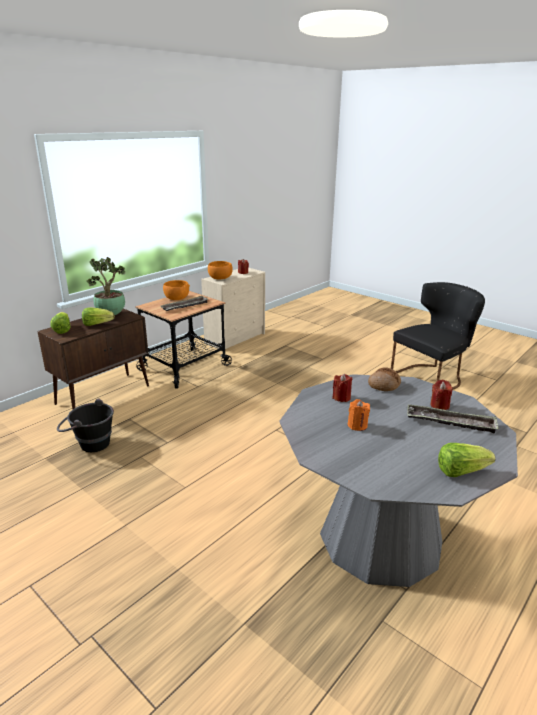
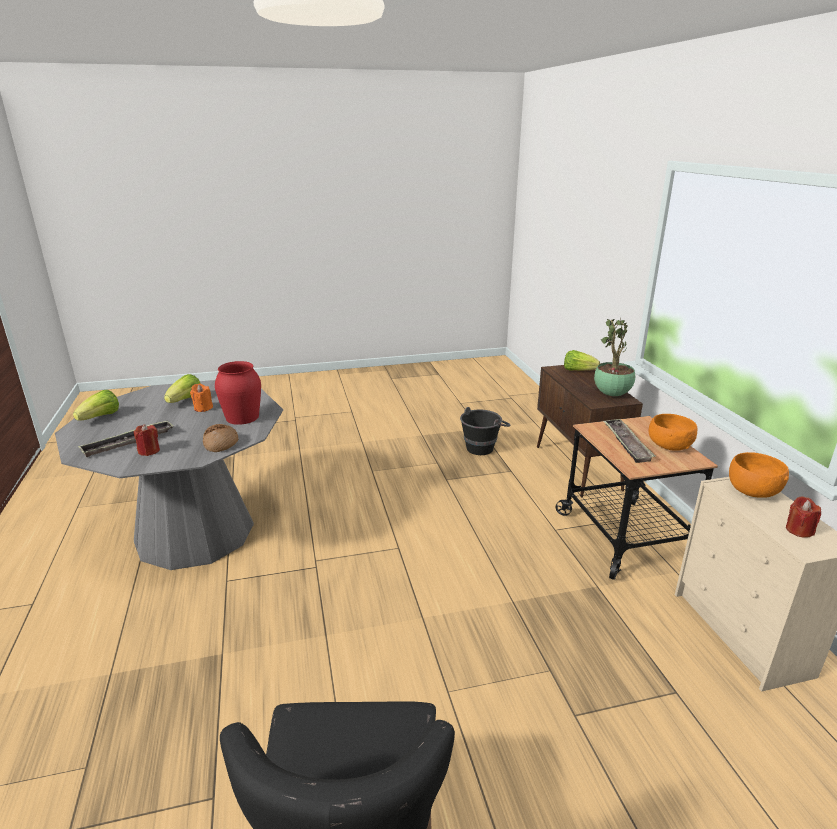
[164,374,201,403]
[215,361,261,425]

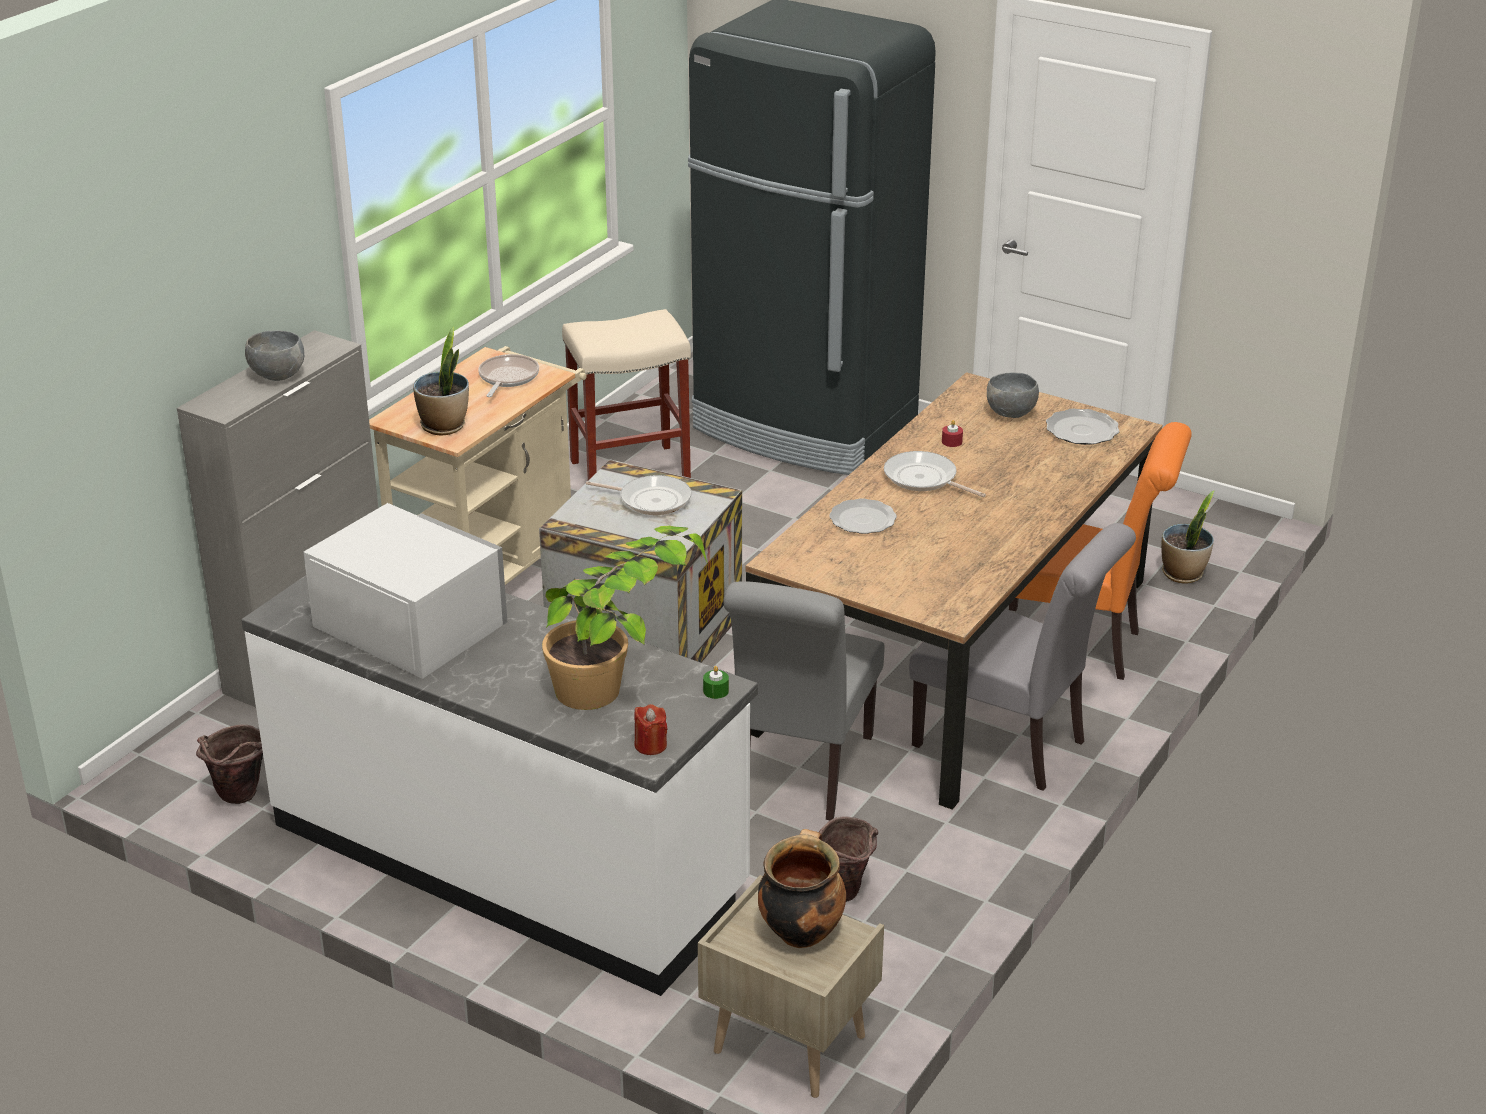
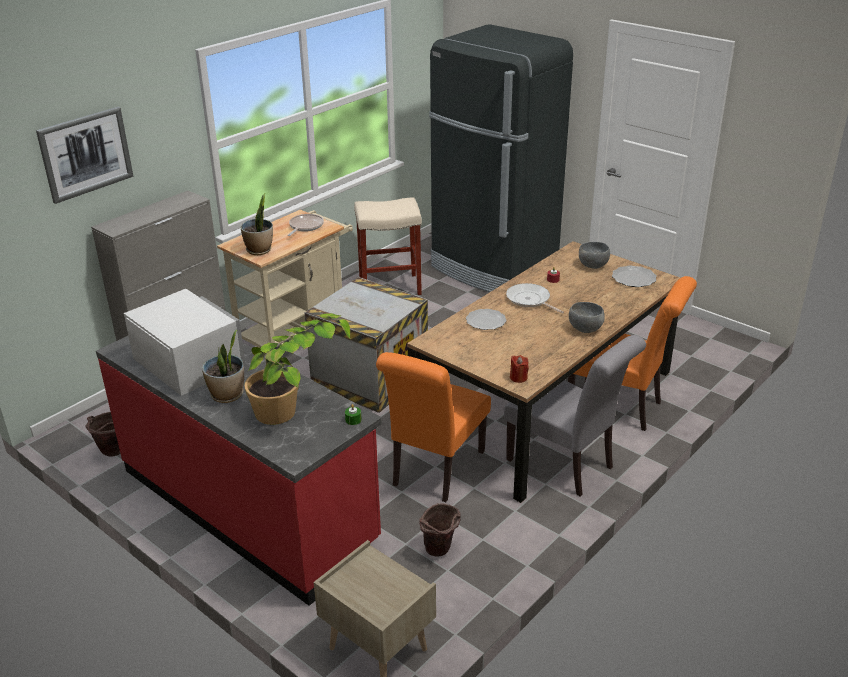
[569,302,605,333]
[586,475,692,515] (first image)
[202,330,244,403]
[96,336,382,606]
[376,352,491,502]
[510,355,529,383]
[758,829,846,948] (first image)
[36,107,134,204]

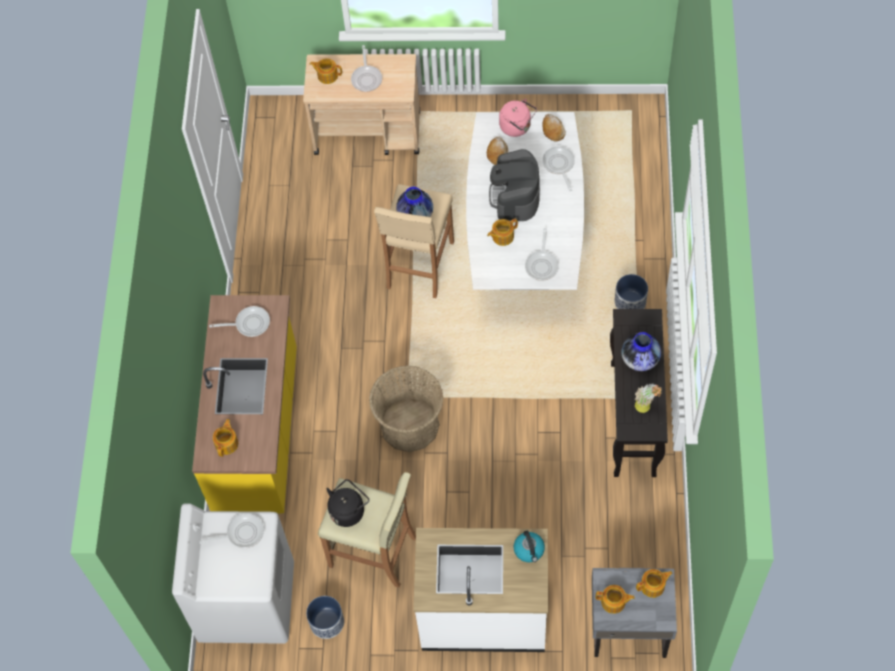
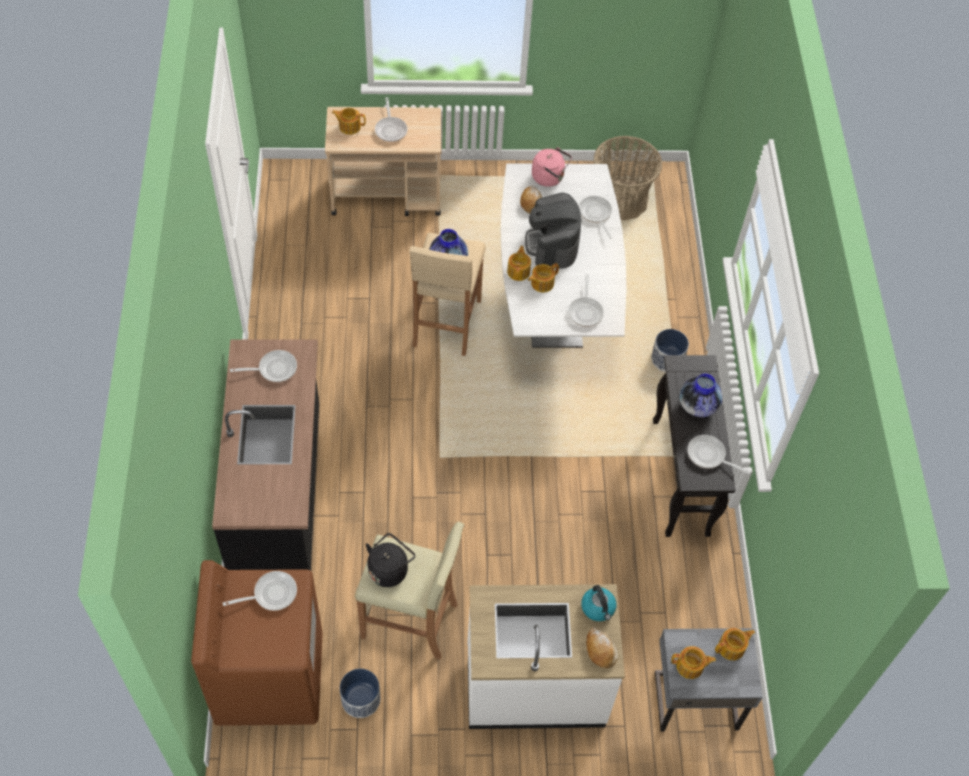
[586,627,618,669]
[212,340,319,571]
[593,136,662,221]
[688,435,750,474]
[507,246,531,281]
[191,560,323,726]

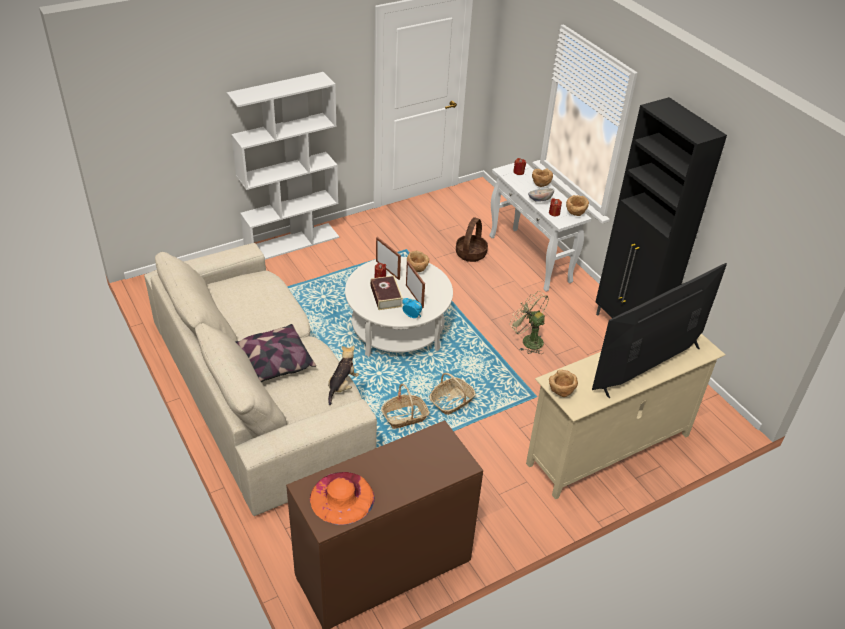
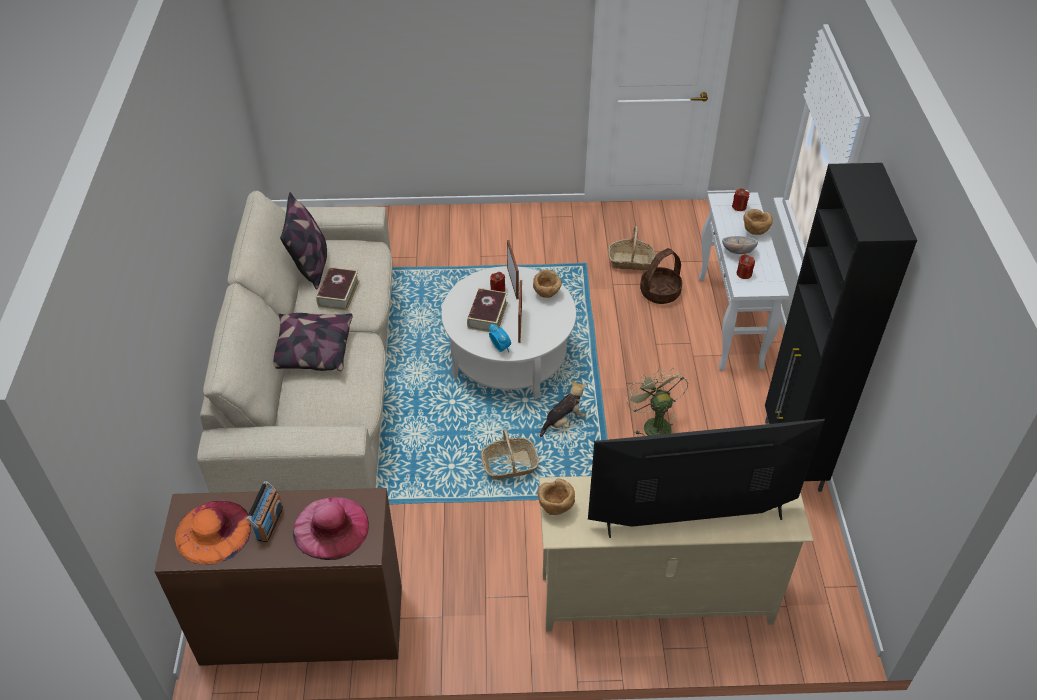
[227,72,339,260] (first image)
[566,195,589,216] (first image)
[540,380,586,437]
[608,226,655,270]
[280,192,327,290]
[316,267,360,311]
[246,481,283,542]
[293,497,369,560]

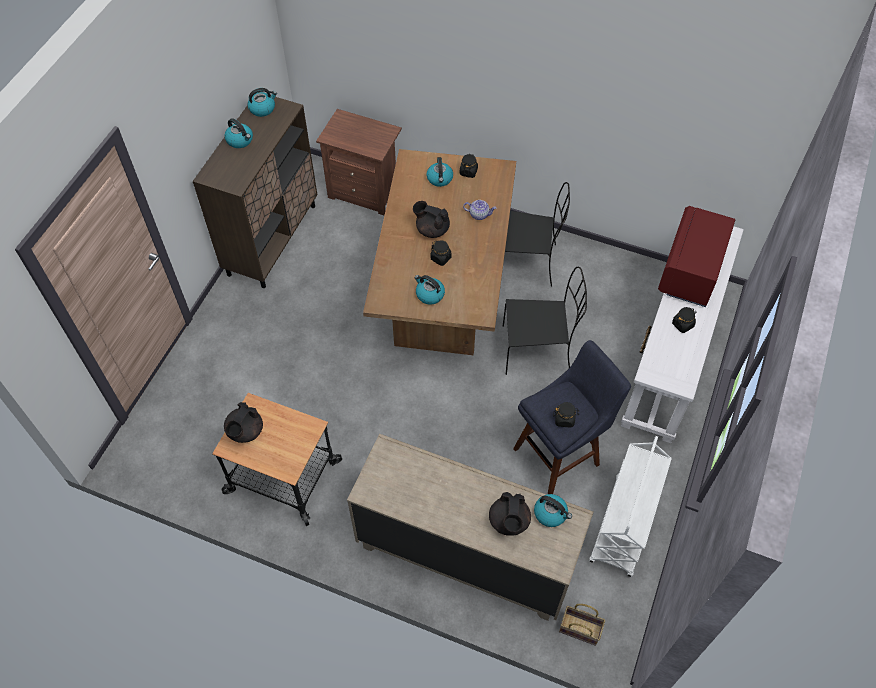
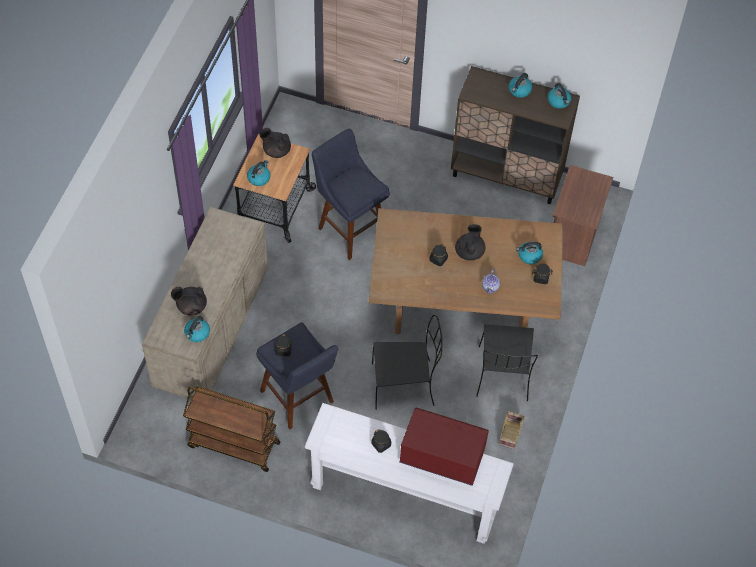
[372,315,442,410]
[247,160,270,186]
[183,386,280,472]
[499,411,524,449]
[312,129,390,260]

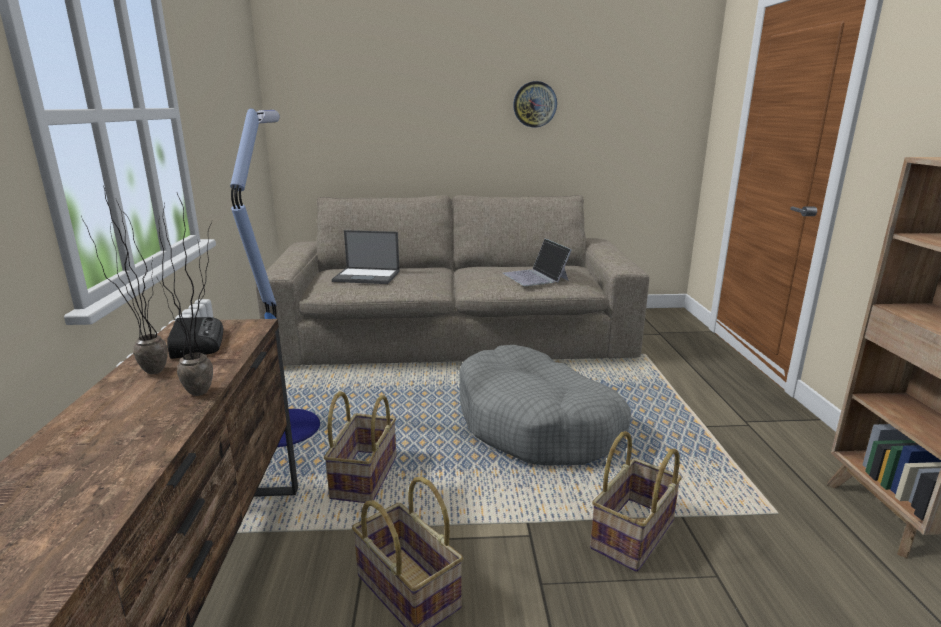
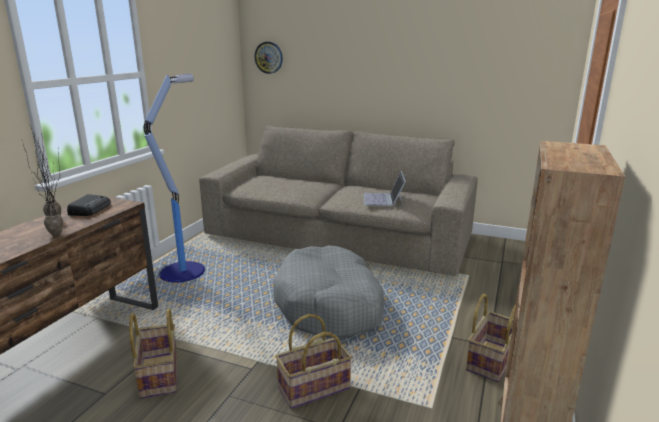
[255,42,283,74]
[332,230,400,284] (first image)
[466,294,516,382]

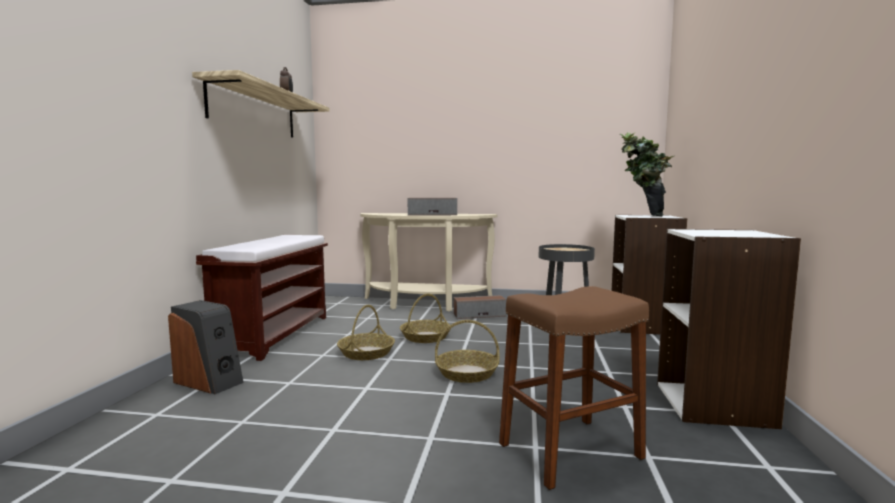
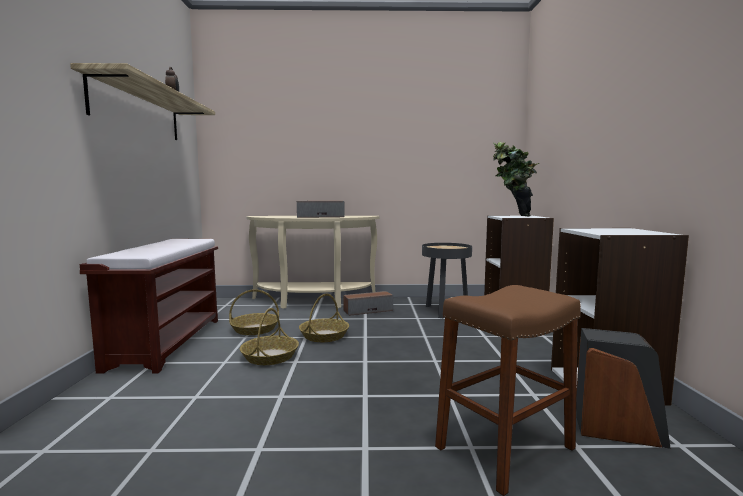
[576,328,671,449]
[229,289,279,335]

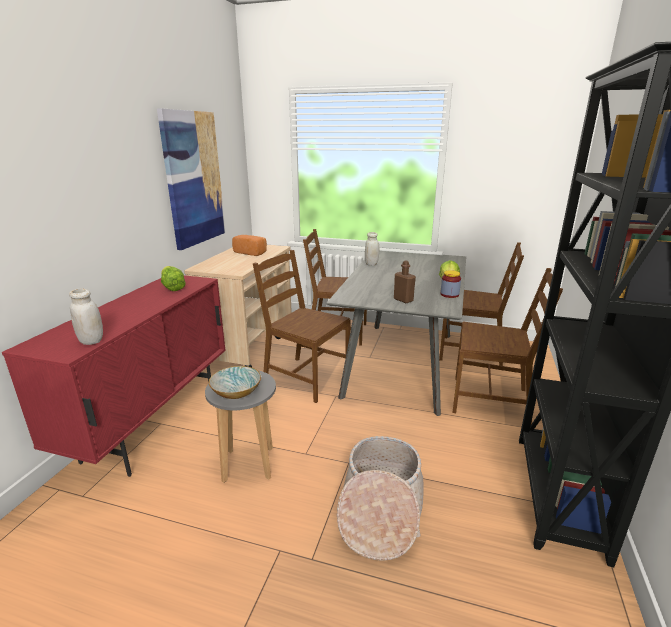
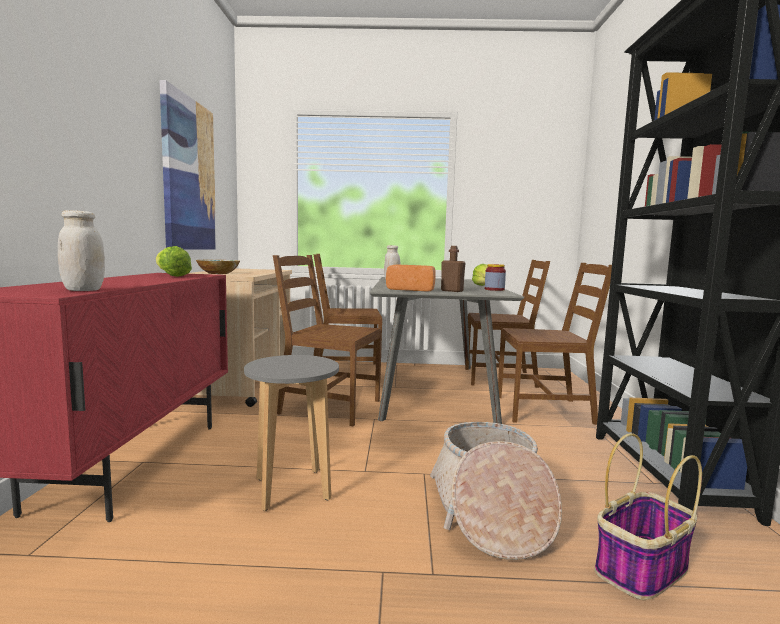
[386,264,436,292]
[196,260,240,274]
[595,433,702,600]

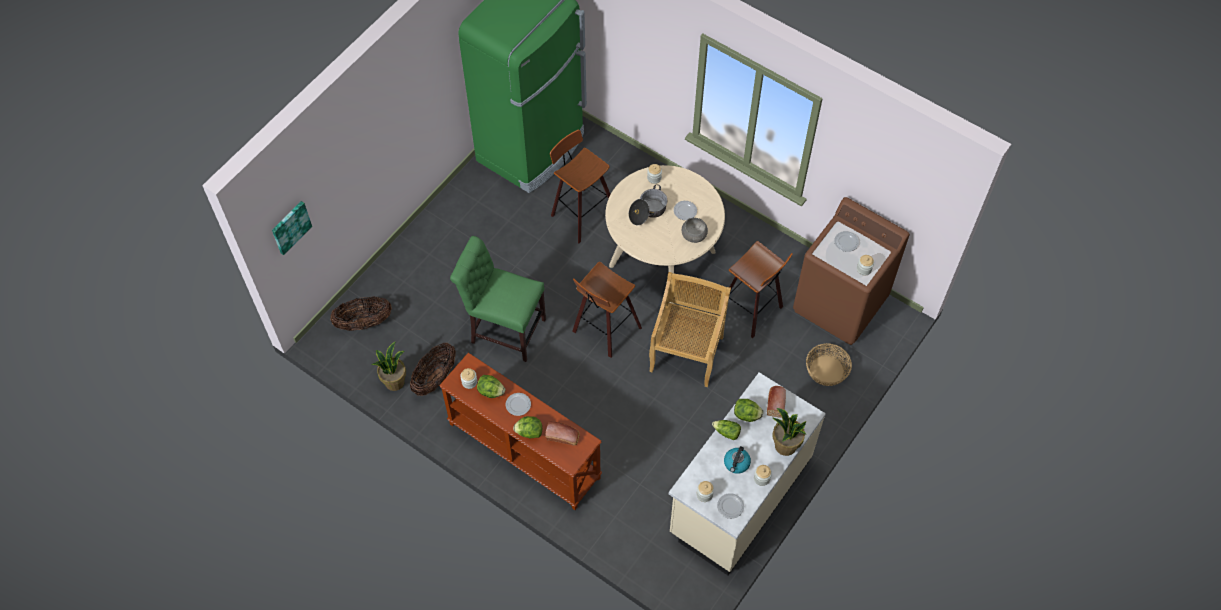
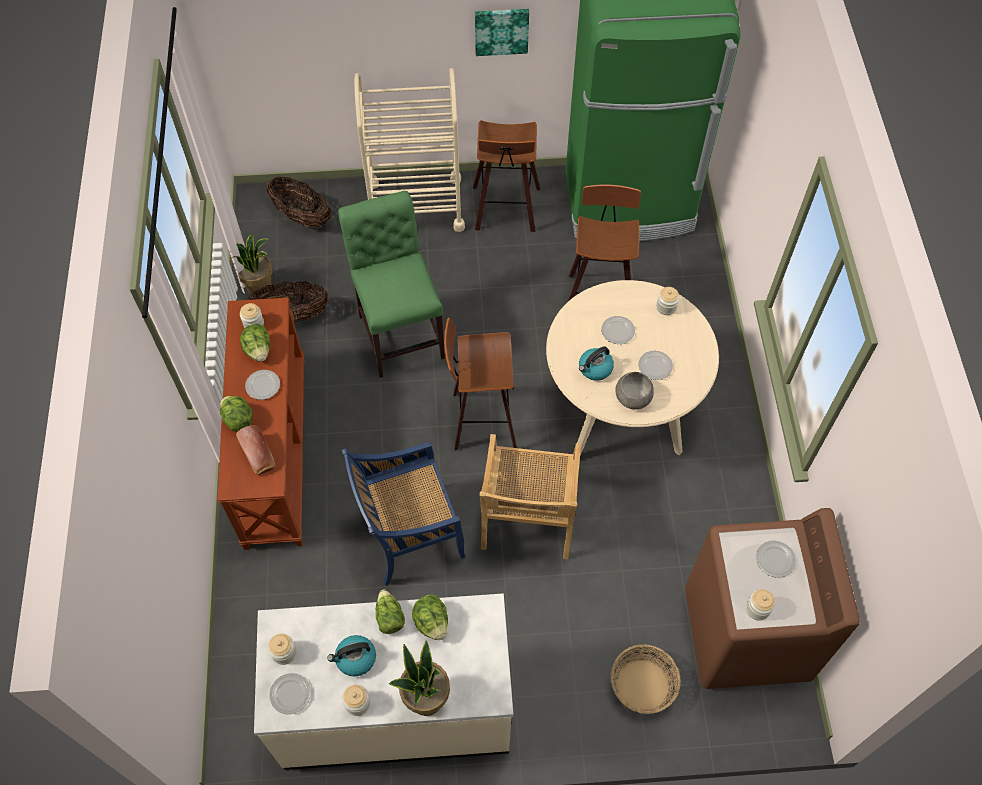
[601,316,635,344]
[475,9,529,56]
[473,120,540,232]
[479,434,581,559]
[767,386,786,418] (first image)
[354,68,465,232]
[579,346,614,381]
[342,442,466,586]

